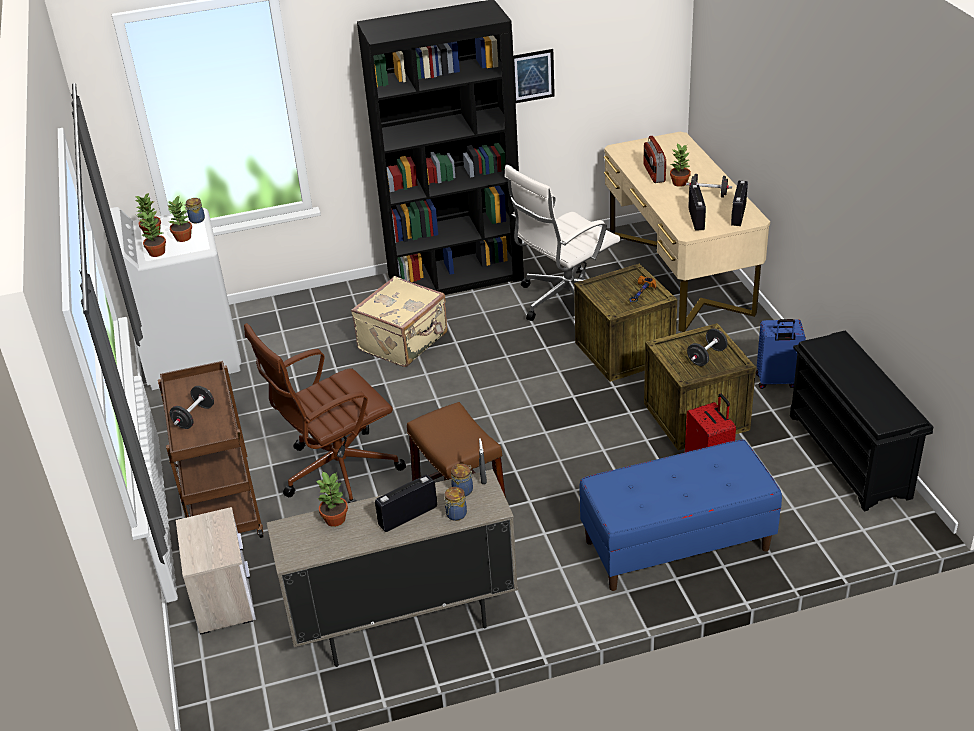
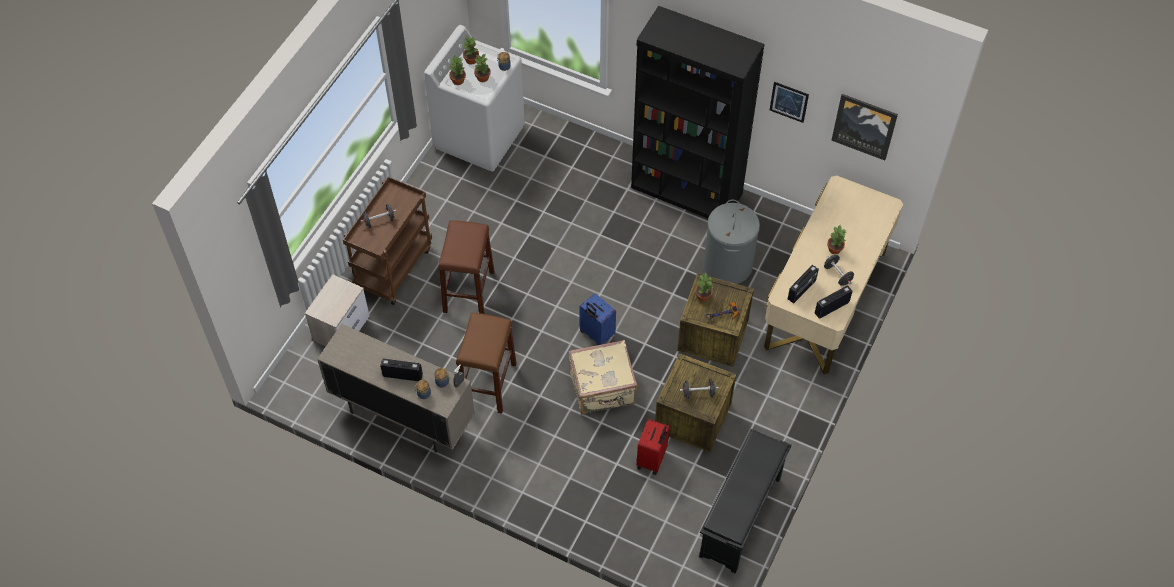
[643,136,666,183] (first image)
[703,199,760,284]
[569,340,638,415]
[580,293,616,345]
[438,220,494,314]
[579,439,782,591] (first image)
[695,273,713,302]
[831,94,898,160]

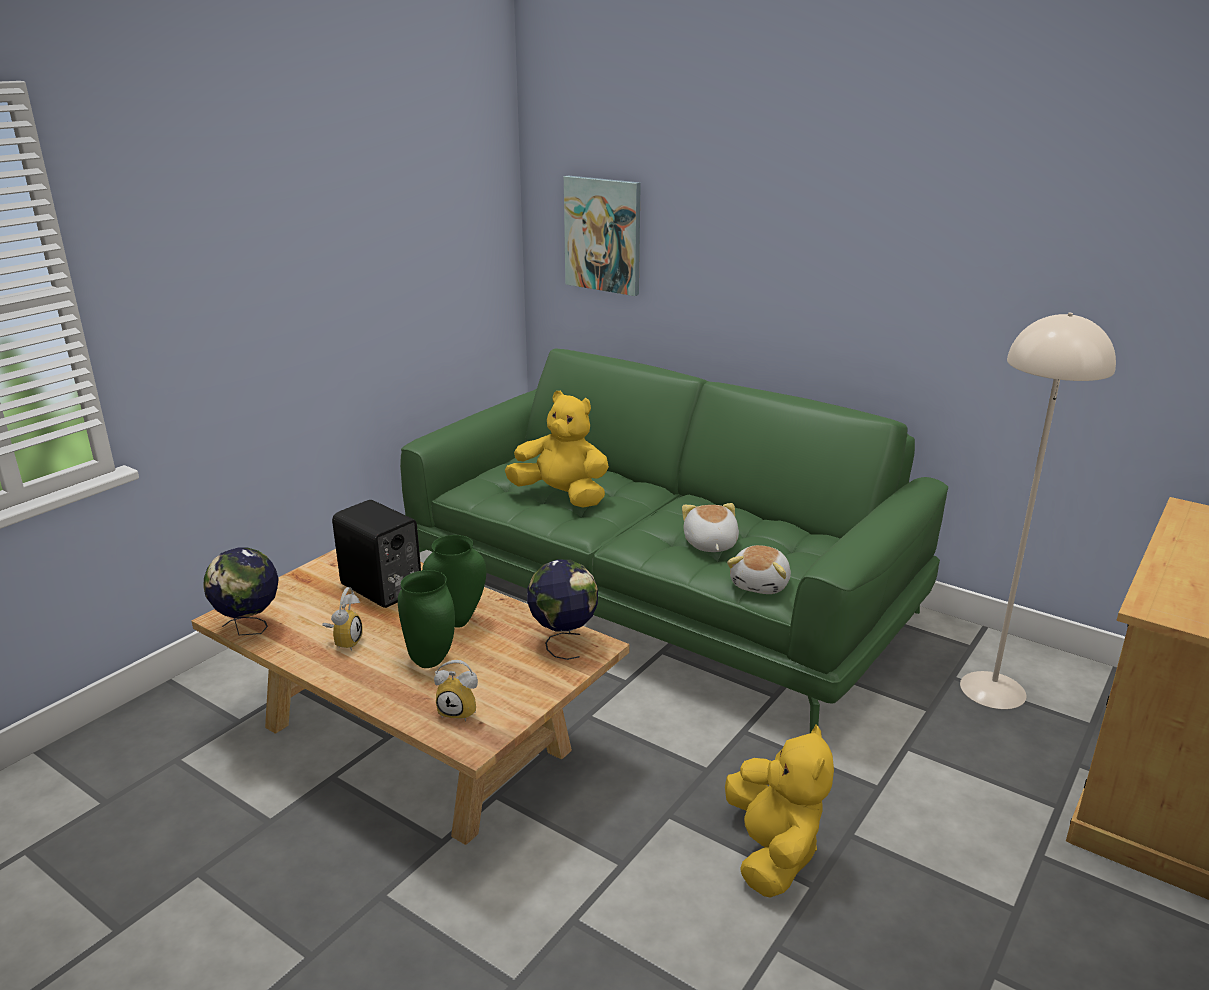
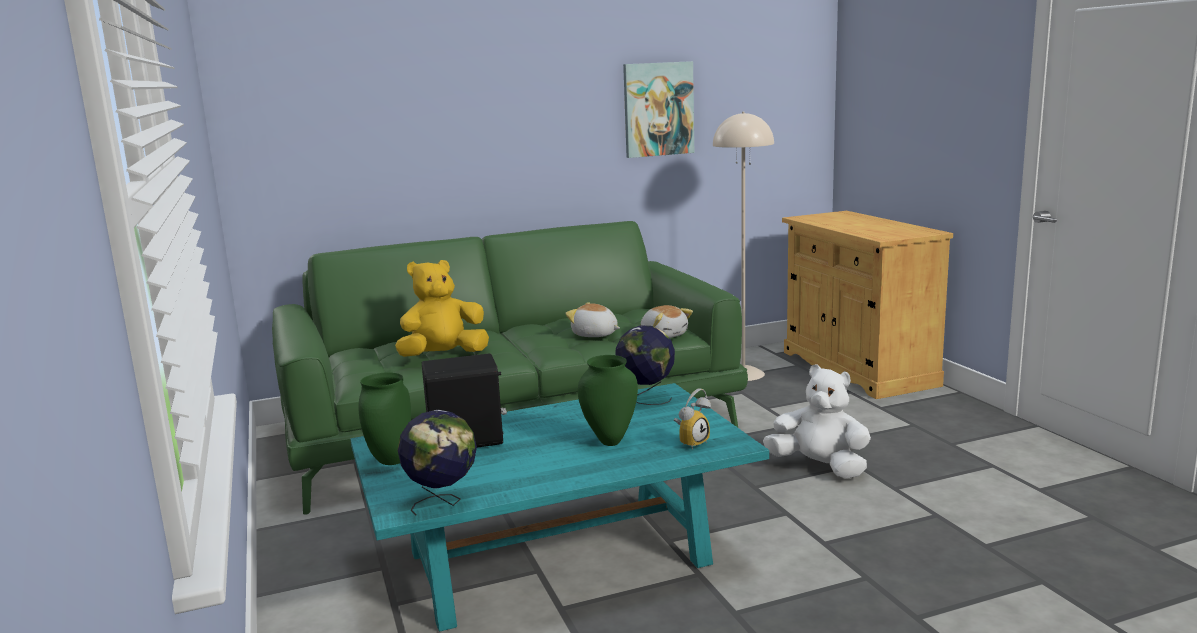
[623,61,694,158]
[358,372,411,465]
[351,383,769,631]
[322,587,363,650] (first image)
[763,364,871,478]

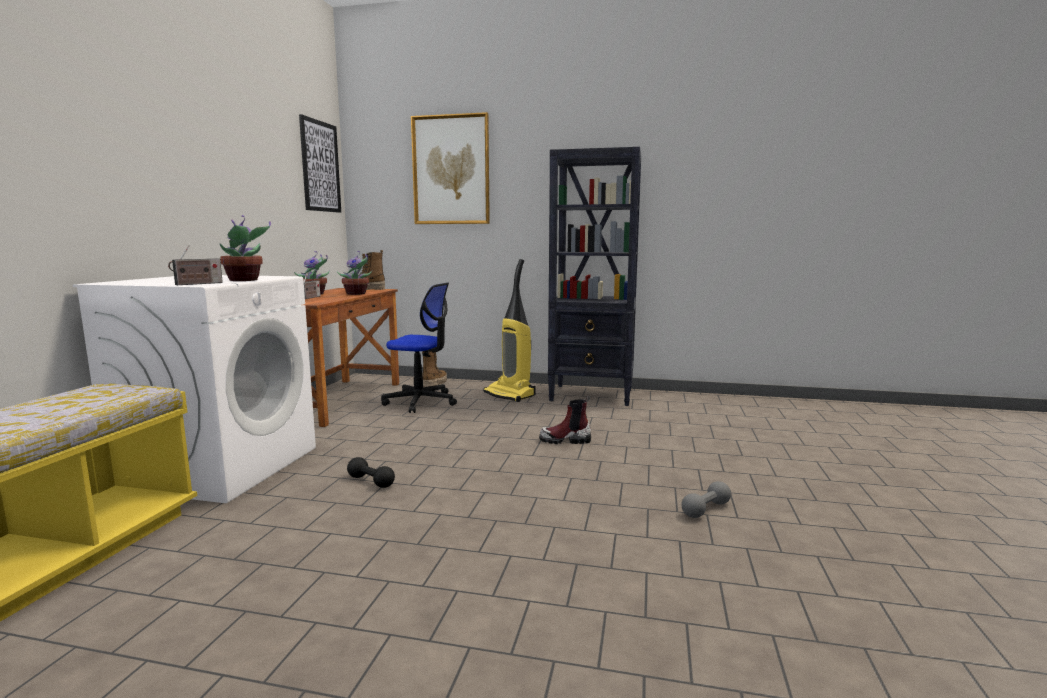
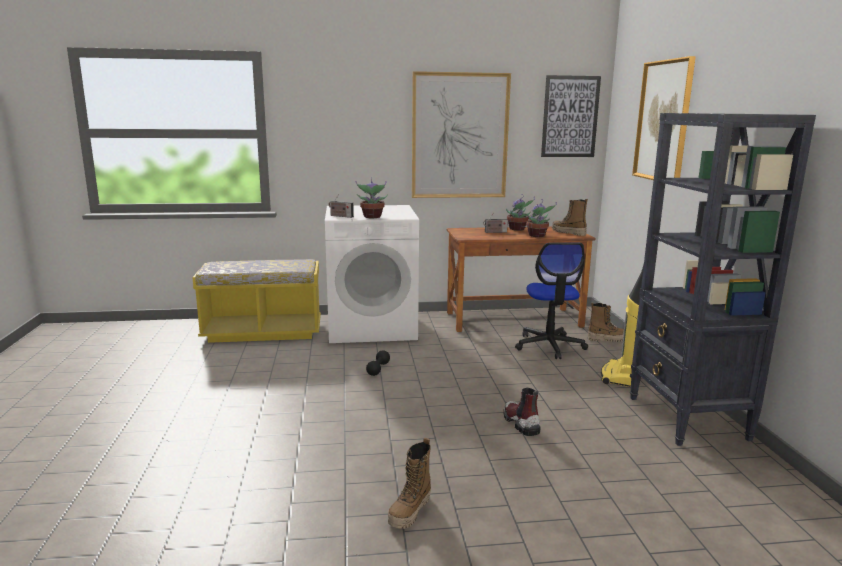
[388,438,431,529]
[412,71,511,198]

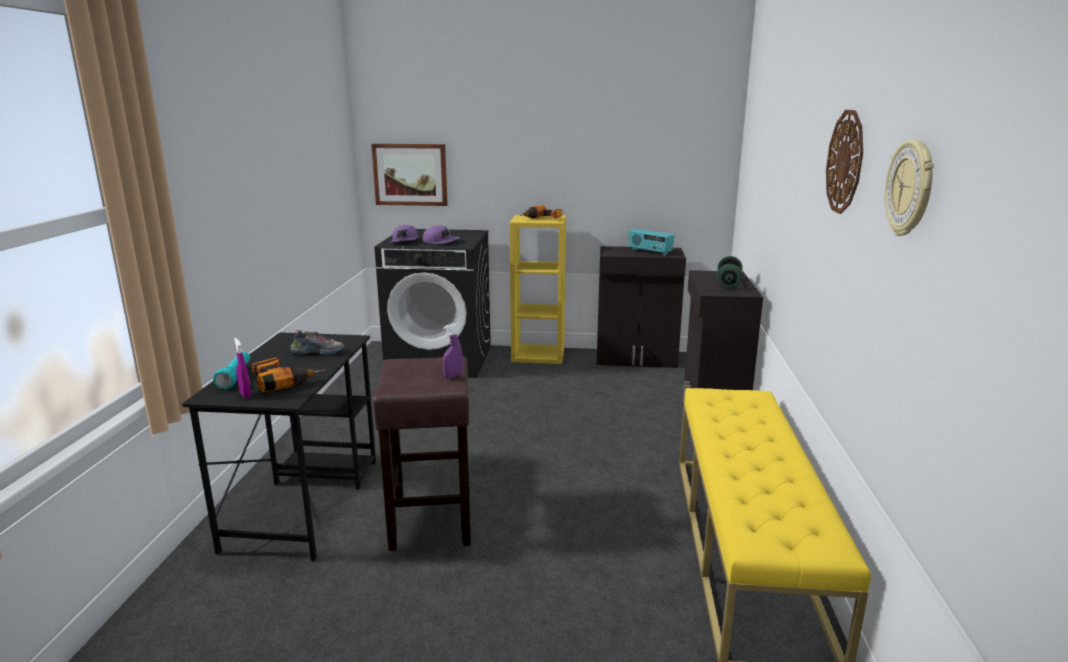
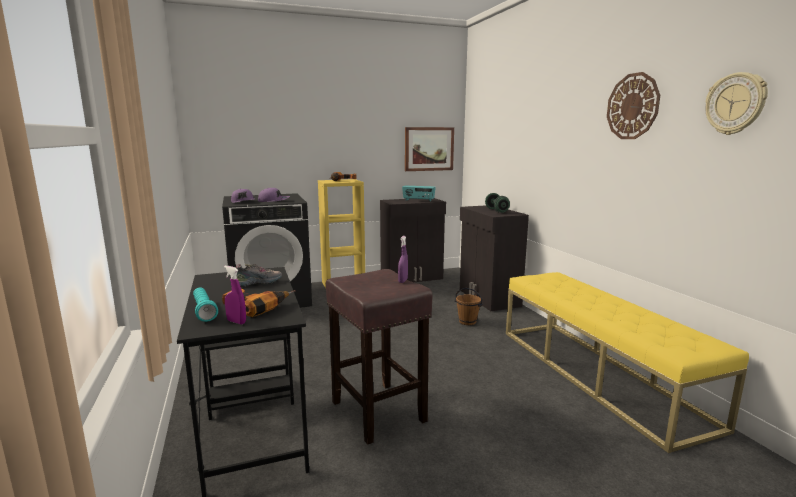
[405,127,454,171]
[454,288,483,325]

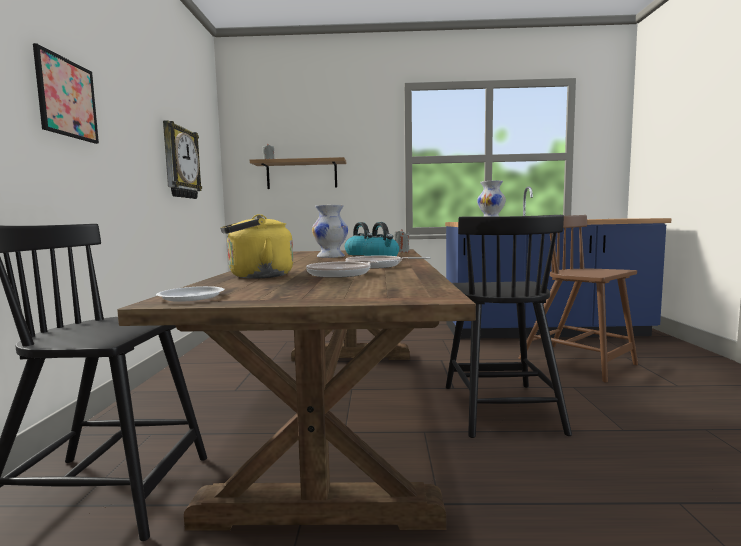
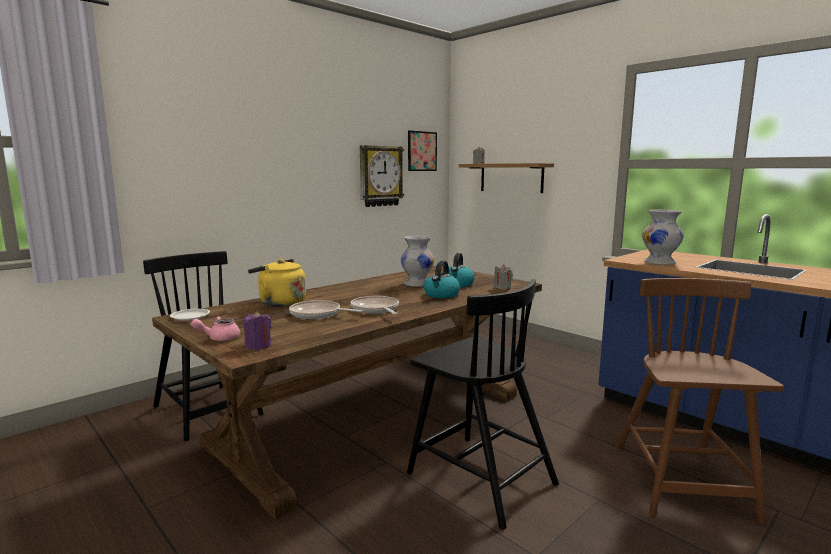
[408,130,437,171]
[407,279,559,529]
[244,311,271,350]
[191,316,240,341]

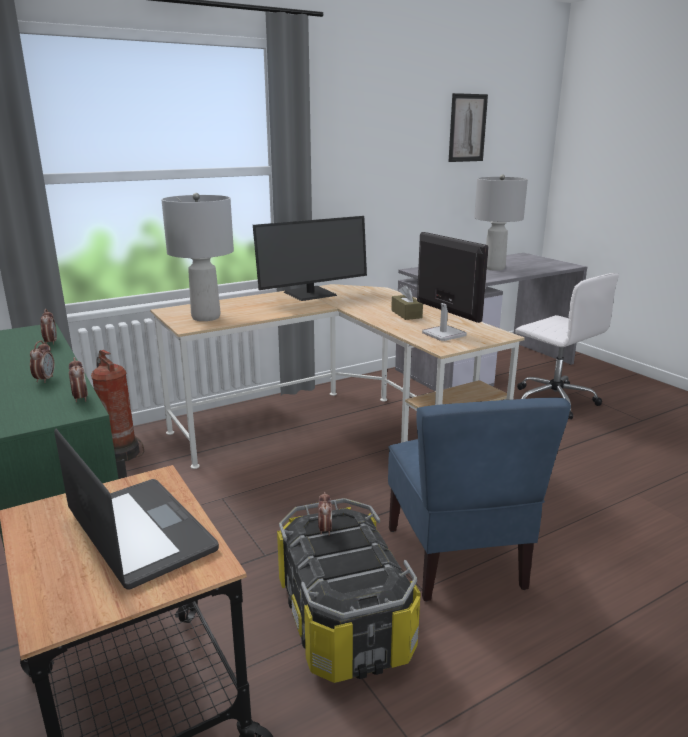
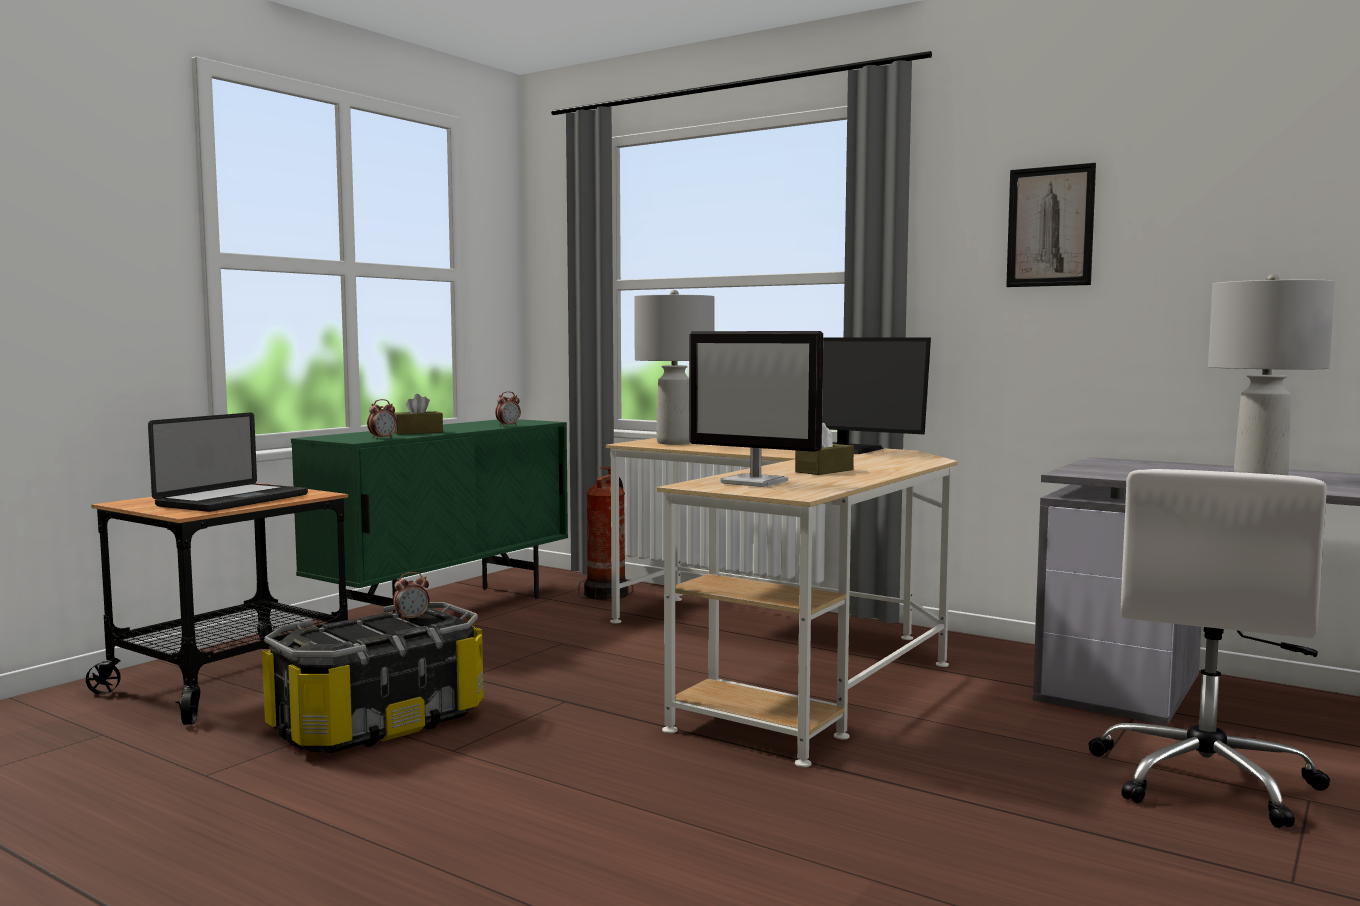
[1006,163,1096,287]
[689,331,823,487]
[393,394,443,434]
[388,398,571,601] (first image)

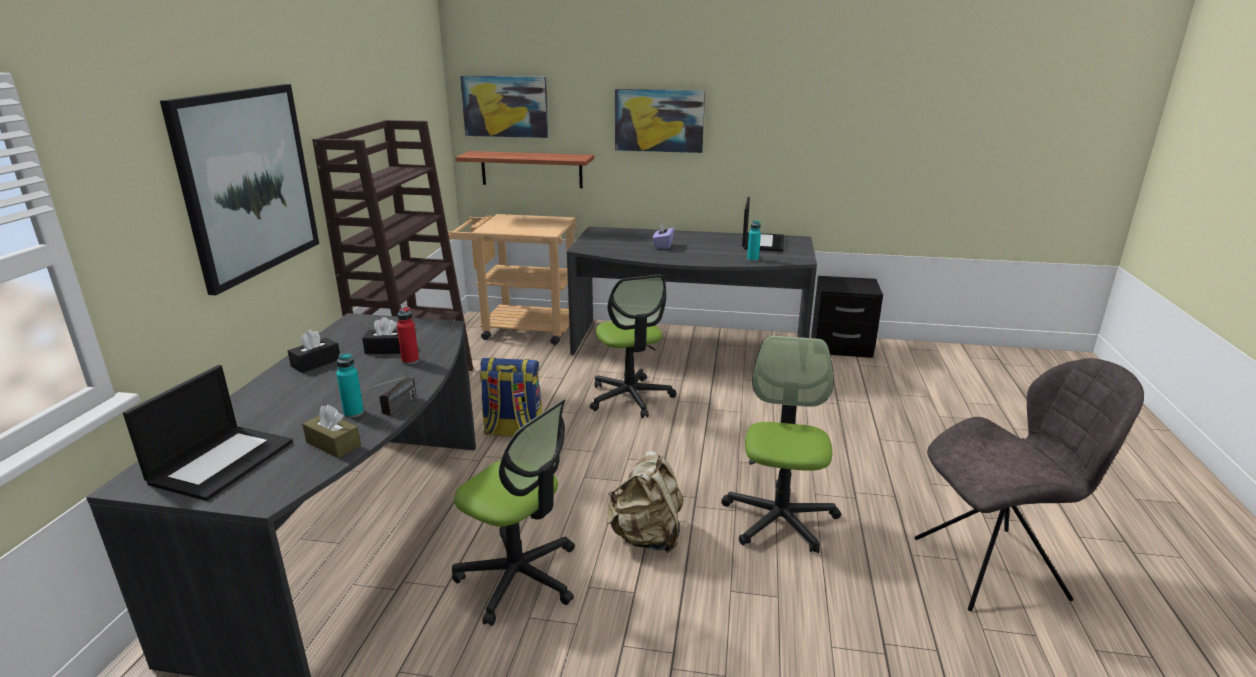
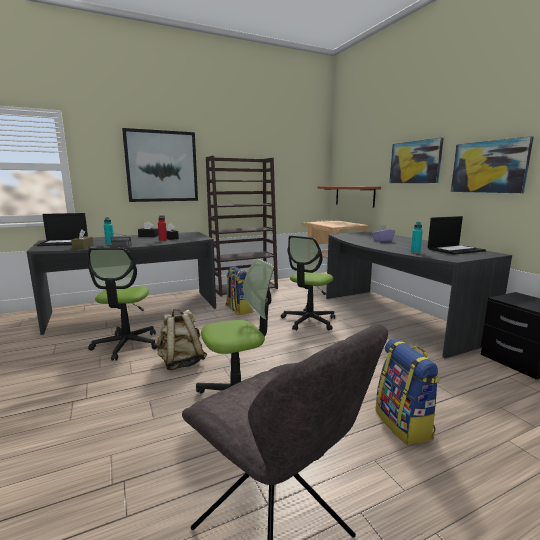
[451,136,533,193]
[375,339,440,445]

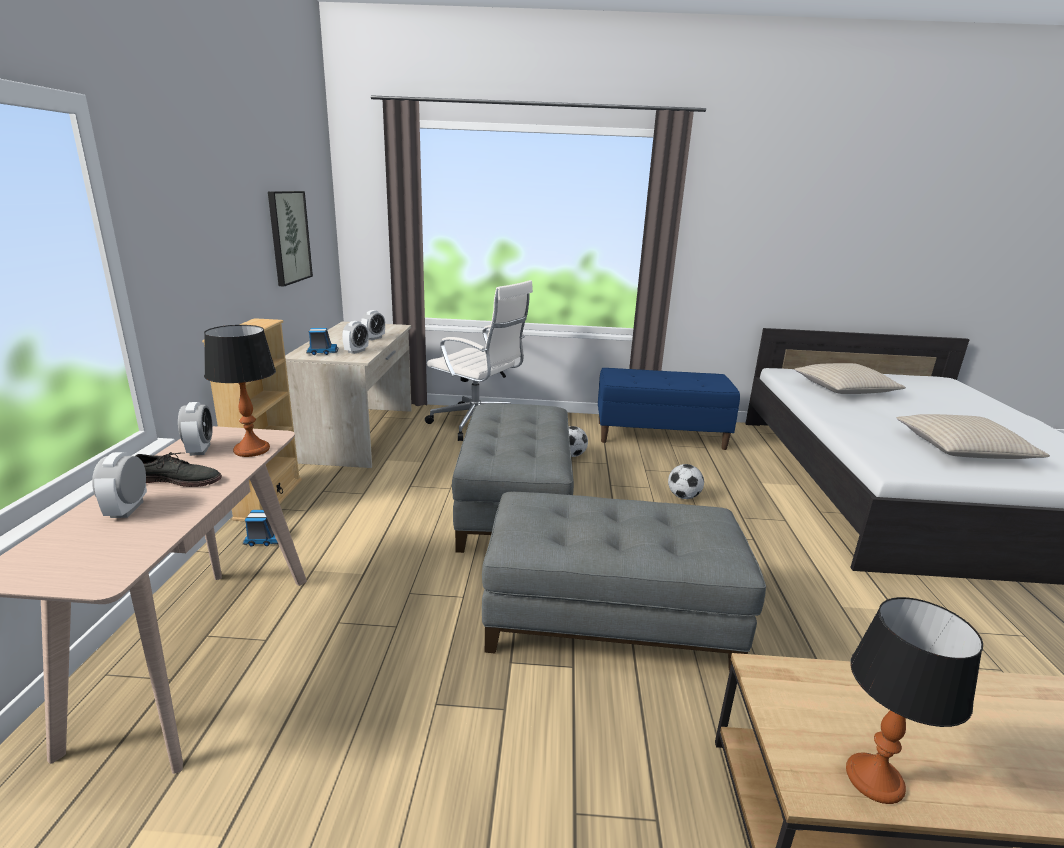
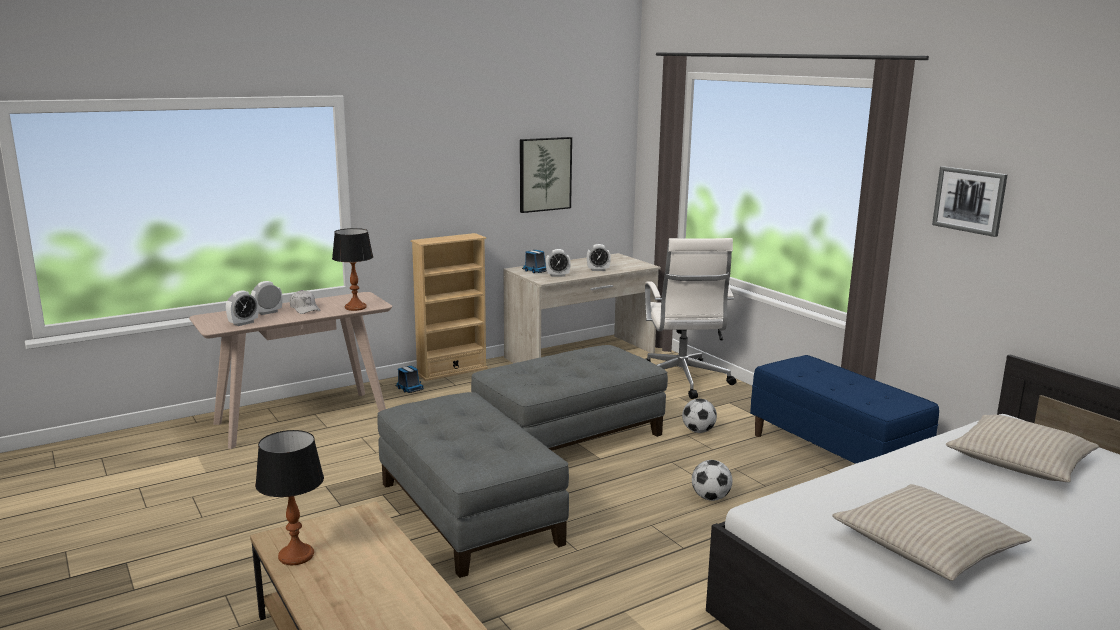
[226,290,258,326]
[290,290,321,314]
[932,166,1008,237]

